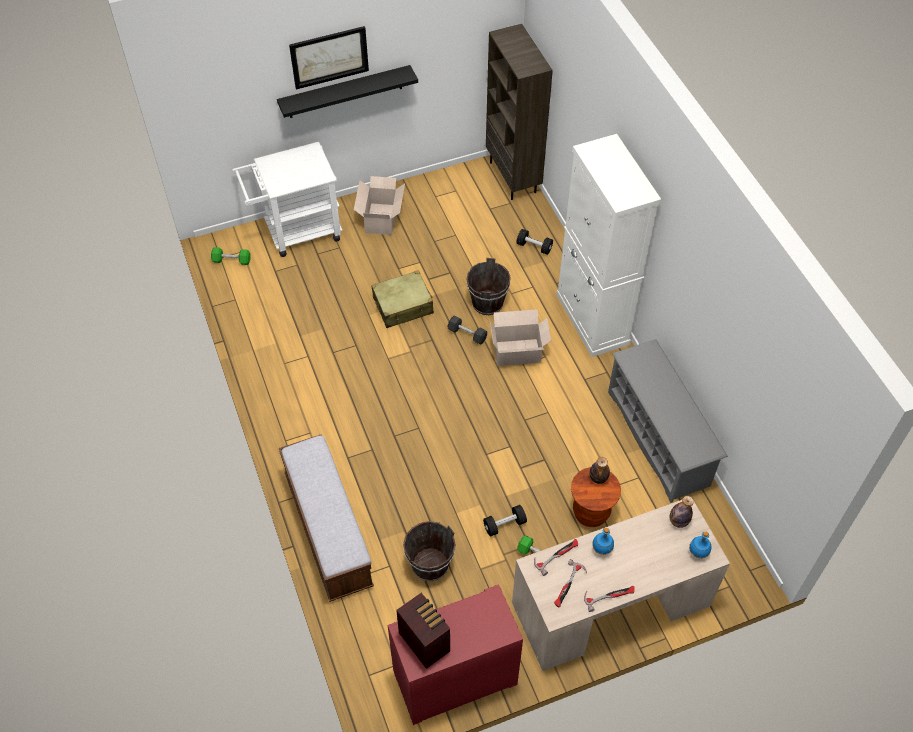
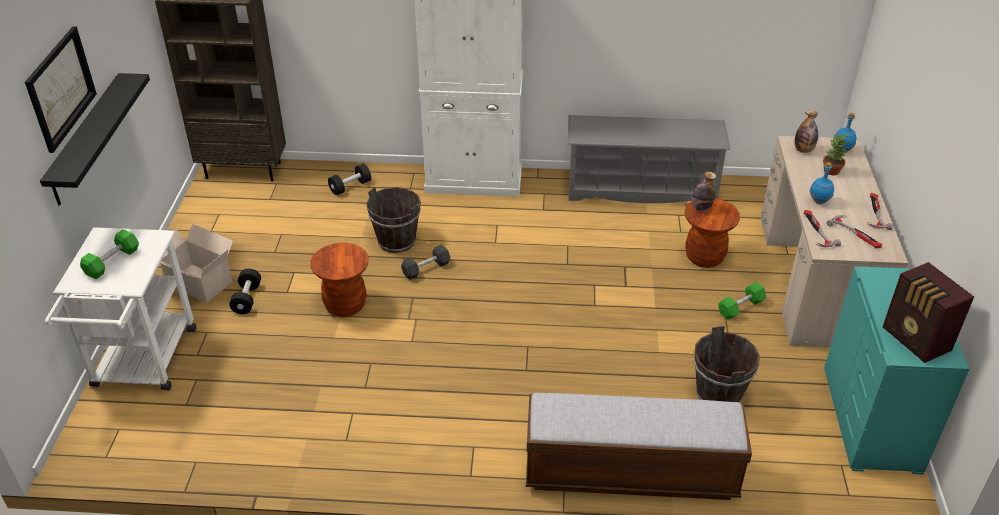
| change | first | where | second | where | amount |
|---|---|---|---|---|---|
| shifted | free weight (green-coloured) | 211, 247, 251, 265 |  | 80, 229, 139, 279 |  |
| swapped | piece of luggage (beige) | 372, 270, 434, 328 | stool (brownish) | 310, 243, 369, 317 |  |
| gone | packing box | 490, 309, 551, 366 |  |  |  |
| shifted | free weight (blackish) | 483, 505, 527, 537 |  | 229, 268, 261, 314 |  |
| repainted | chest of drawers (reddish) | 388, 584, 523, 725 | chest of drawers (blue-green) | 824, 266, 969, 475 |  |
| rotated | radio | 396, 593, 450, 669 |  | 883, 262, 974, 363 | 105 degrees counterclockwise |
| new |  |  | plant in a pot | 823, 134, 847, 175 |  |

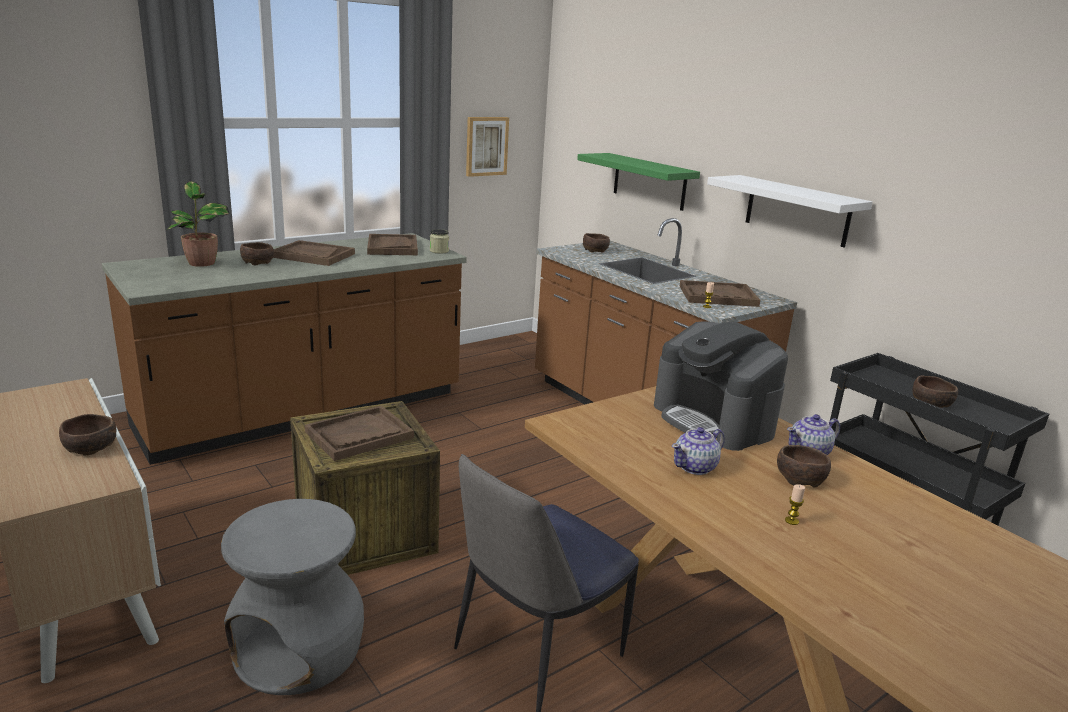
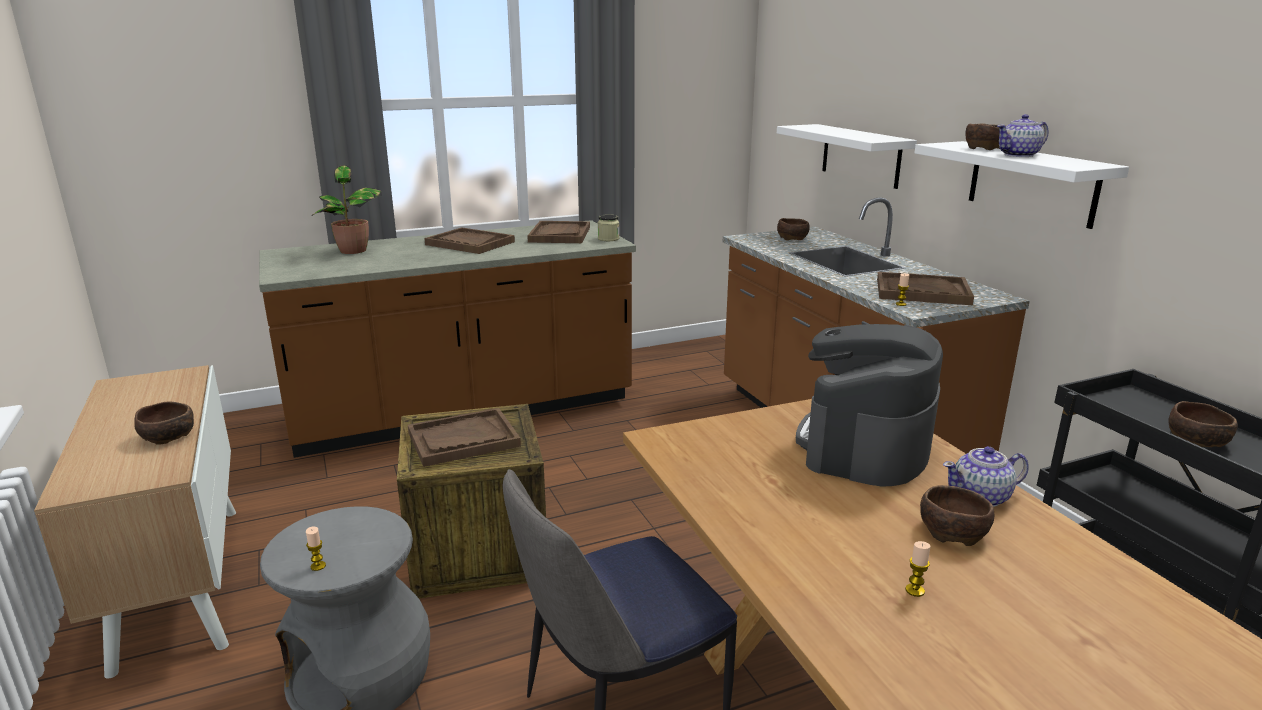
| change | first | where | second | where | amount |
|---|---|---|---|---|---|
| gone | picture | 466, 117, 509, 177 |  |  |  |
| repainted | bracket shelf (green-coloured) | 577, 153, 700, 211 | bracket shelf (white-coloured) | 777, 124, 917, 189 |  |
| shifted | bowl (brownish) | 240, 242, 274, 265 |  | 965, 123, 1006, 150 |  |
| rotated | coffee machine | 654, 321, 788, 451 |  | 796, 324, 943, 486 | 45 degrees clockwise |
| shifted | pot for tea | 672, 427, 725, 475 |  | 997, 114, 1048, 157 |  |
| new |  |  | candle | 306, 527, 326, 571 |  |

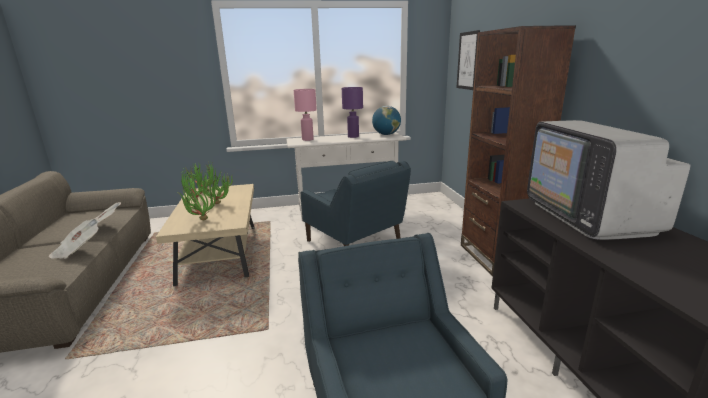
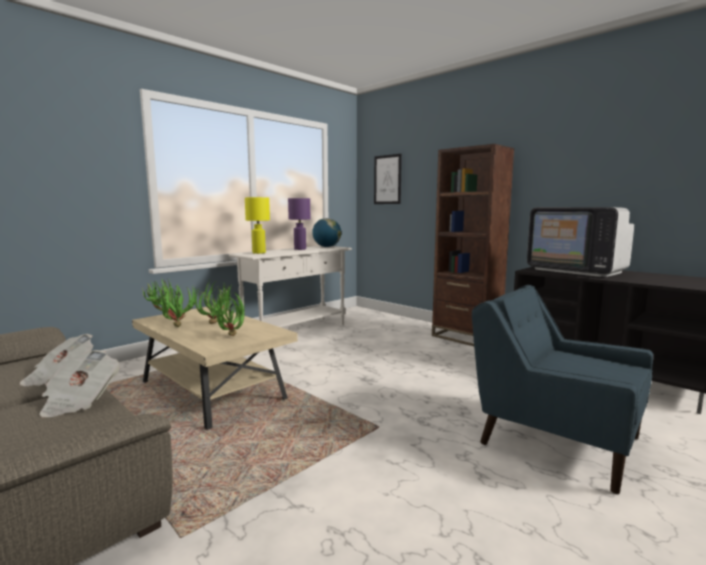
| change | first | where | second | where | amount |
|---|---|---|---|---|---|
| repainted | lamp for a table (pink) | 294, 89, 317, 141 | lamp for a table (yellow) | 245, 197, 270, 254 |  |
| gone | armchair (blue-coloured) | 301, 161, 411, 246 |  |  |  |

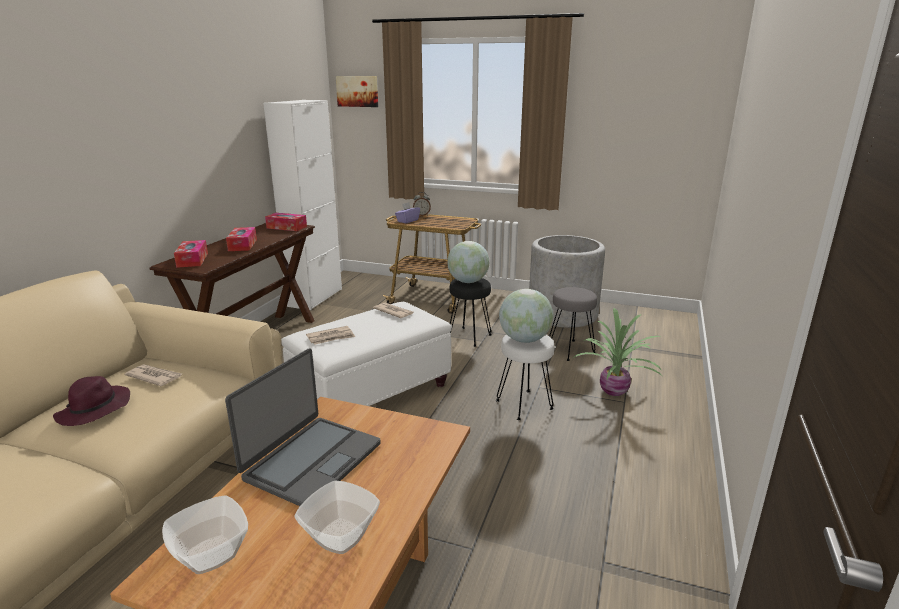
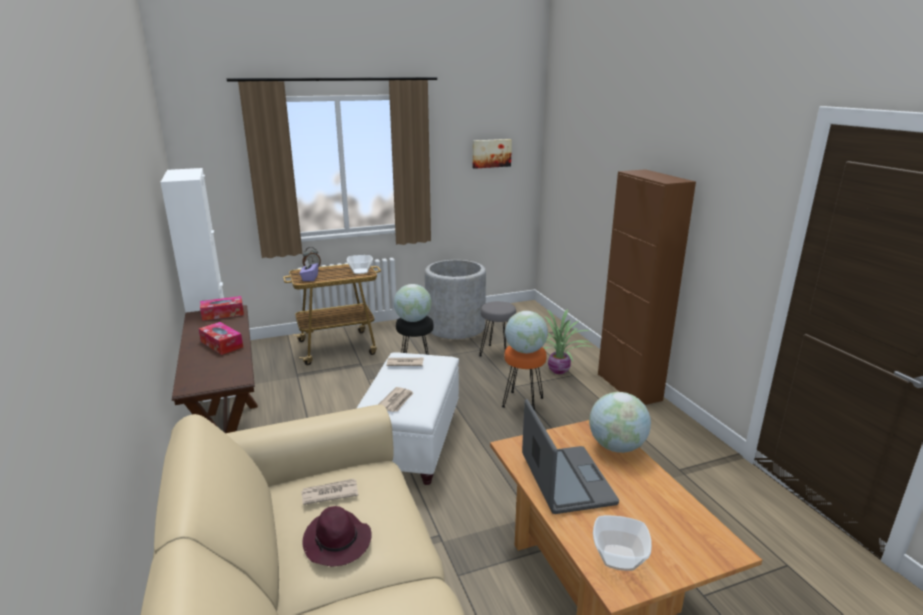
| change | first | where | second | where | amount |
|---|---|---|---|---|---|
| shifted | picture | 336, 76, 378, 107 |  | 472, 139, 512, 169 |  |
| gone | tissue holder | 174, 240, 208, 268 |  |  |  |
| repainted | stool (white-coloured) | 496, 334, 554, 420 | stool (orangey) | 502, 346, 547, 411 |  |
| shifted | bowl | 295, 481, 380, 554 |  | 347, 255, 373, 274 |  |
| new |  |  | storage cabinet (brownish) | 598, 169, 696, 405 |  |
| new |  |  | globe | 589, 392, 651, 453 |  |

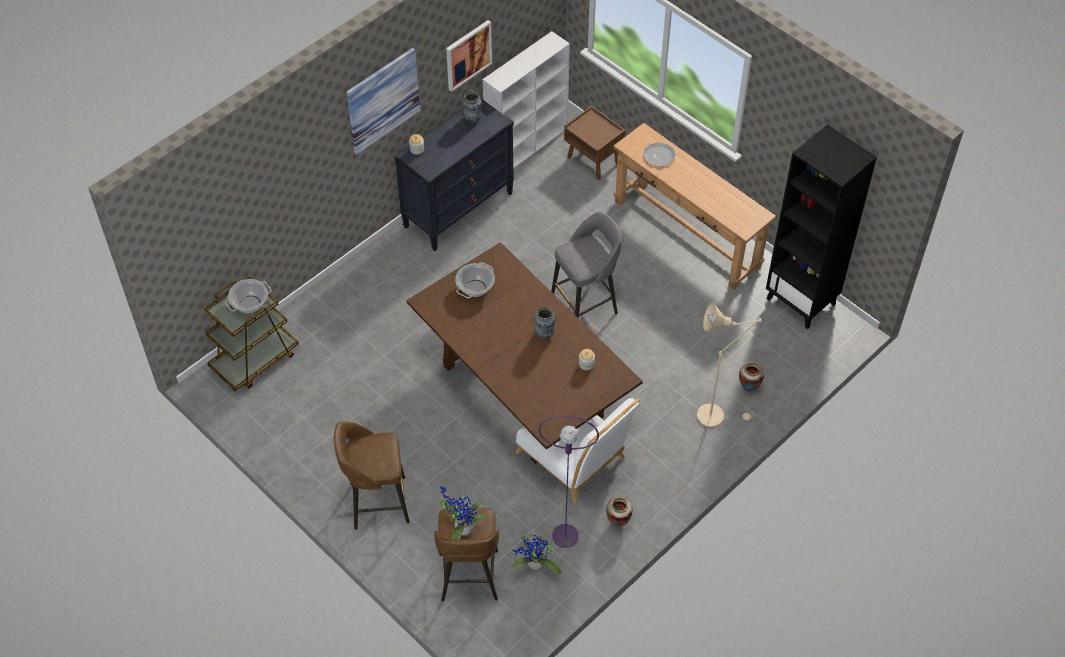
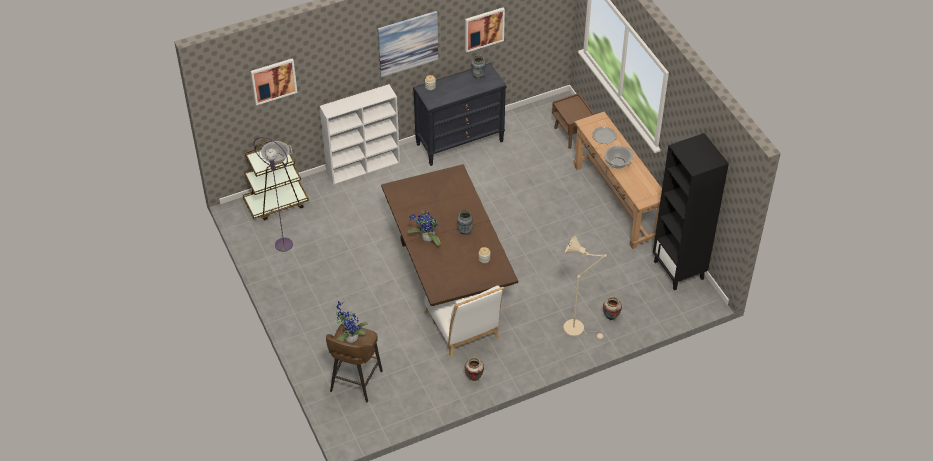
| change | first | where | second | where | amount |
|---|---|---|---|---|---|
| shifted | bookcase (white-coloured) | 483, 31, 570, 169 |  | 320, 84, 400, 185 |  |
| gone | stool (gray) | 551, 212, 622, 318 |  |  |  |
| shifted | saucepot | 455, 262, 495, 298 |  | 603, 145, 634, 169 |  |
| shifted | floor lamp (purple) | 538, 416, 599, 548 |  | 253, 137, 293, 252 |  |
| gone | stool (brownish) | 334, 421, 410, 530 |  |  |  |
| shifted | plant in a pot | 512, 534, 561, 574 |  | 408, 210, 441, 246 |  |
| new |  |  | picture | 251, 58, 297, 105 |  |

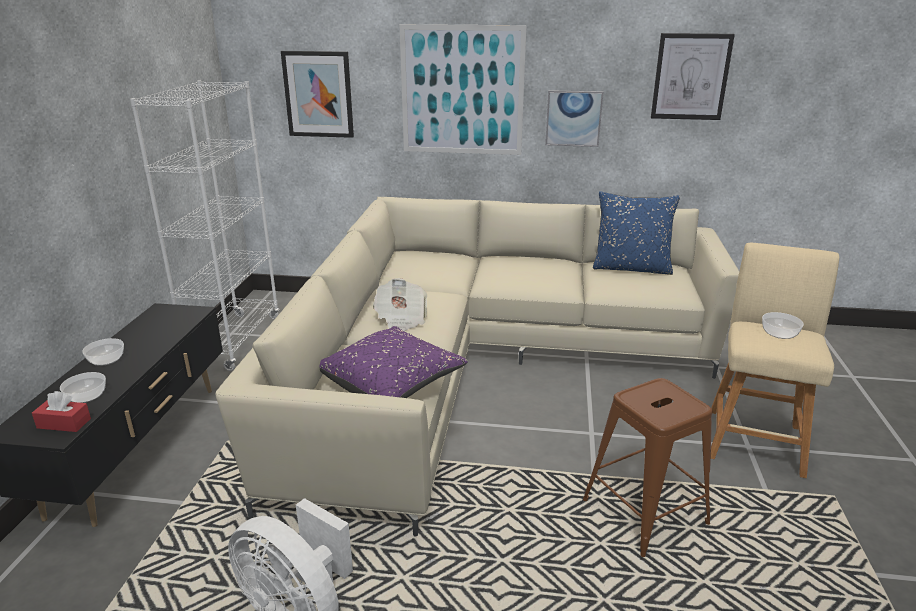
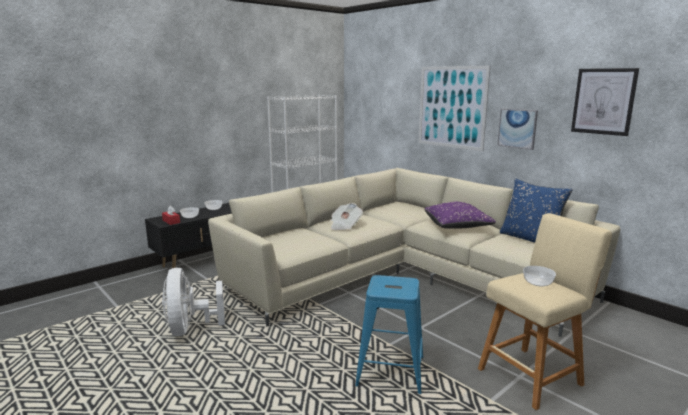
| change | first | where | second | where | amount |
|---|---|---|---|---|---|
| gone | picture | 281, 51, 354, 138 |  |  |  |
| shifted | throw pillow (purple) | 320, 326, 468, 398 |  | 424, 202, 496, 229 |  |
| repainted | stool (brownish) | 583, 378, 712, 557 | stool (blue-coloured) | 355, 275, 424, 394 |  |

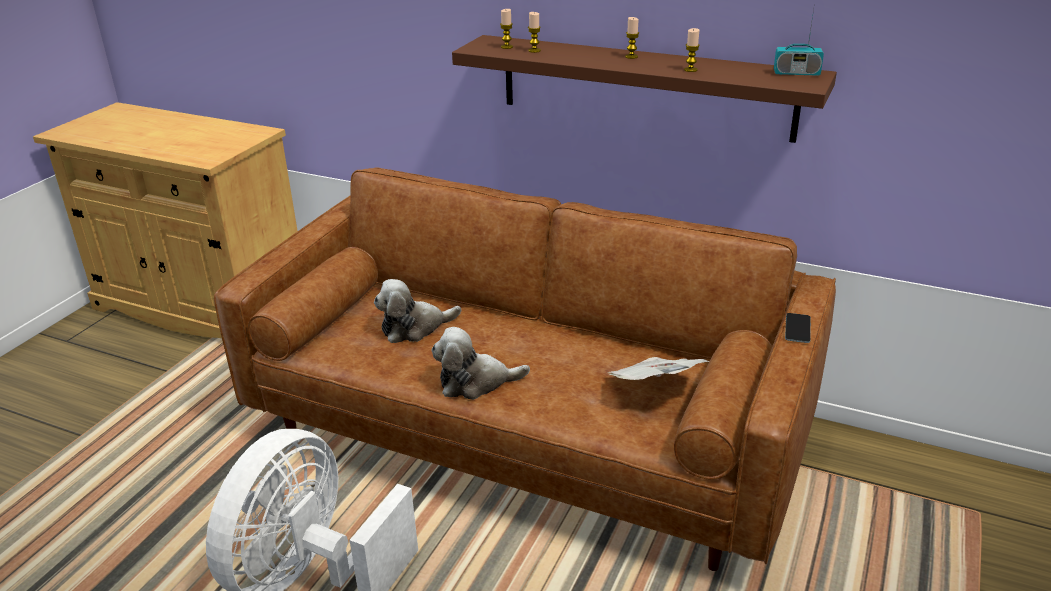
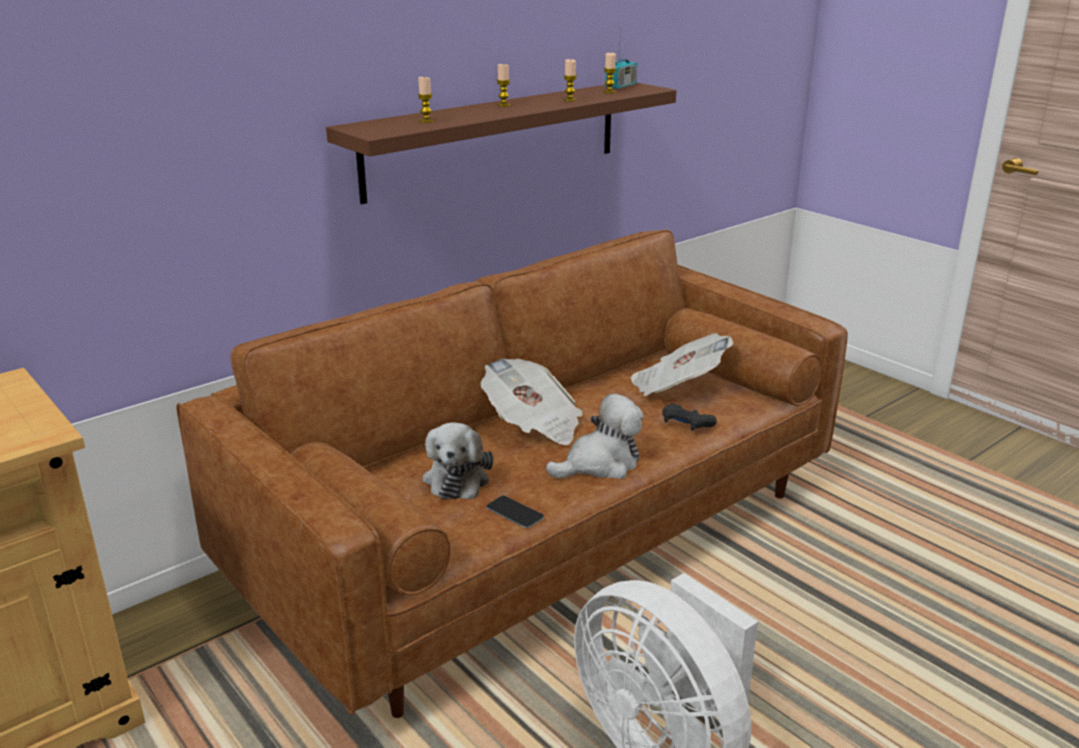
| change | first | where | second | where | amount |
|---|---|---|---|---|---|
| shifted | candle | 500, 9, 513, 49 |  | 603, 53, 616, 93 |  |
| shifted | telephone | 785, 313, 811, 343 |  | 486, 496, 544, 528 |  |
| rotated | cuddly toy | 431, 327, 530, 400 |  | 546, 394, 644, 479 | 135 degrees counterclockwise |
| new |  |  | printed paper | 480, 358, 583, 445 |  |
| new |  |  | game controller (blackish) | 662, 403, 717, 431 |  |

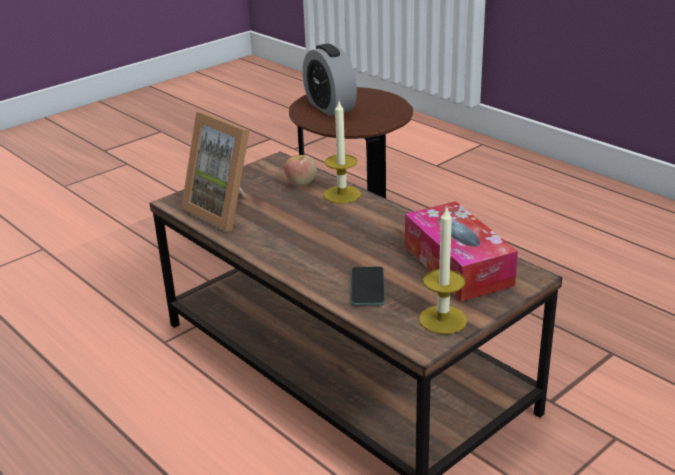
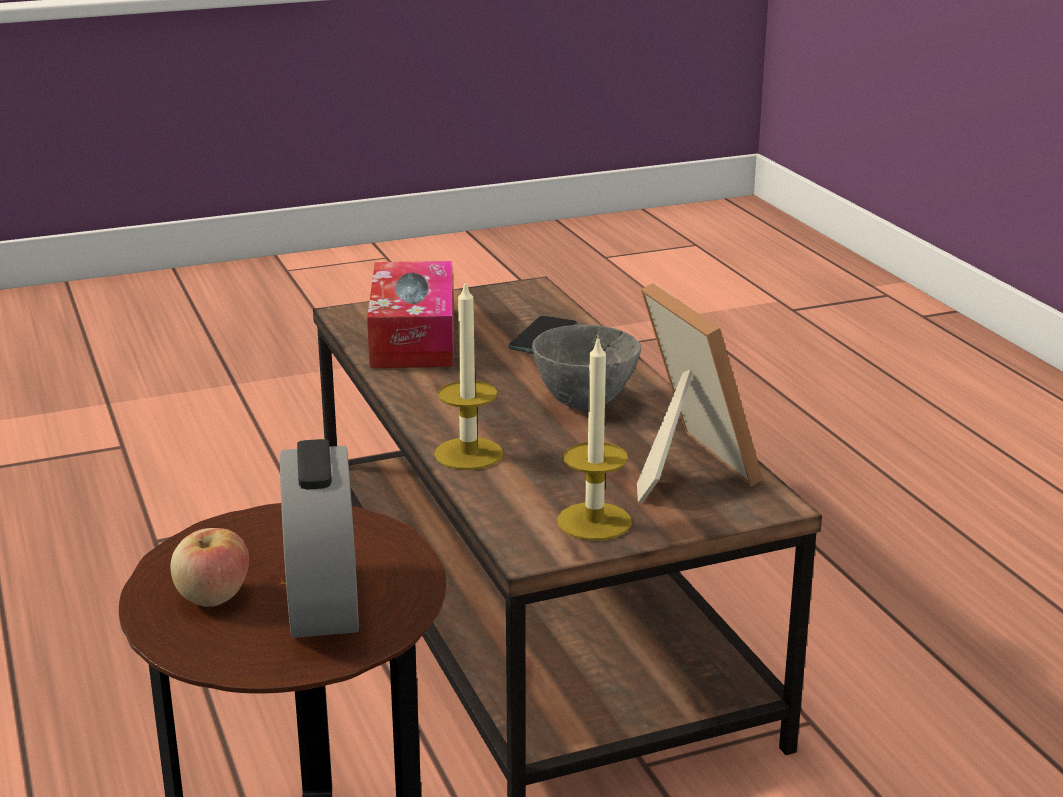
| change | first | where | second | where | amount |
|---|---|---|---|---|---|
| shifted | whole apple | 284, 155, 316, 186 |  | 171, 528, 249, 607 |  |
| shifted | candle | 419, 206, 467, 334 |  | 557, 335, 632, 541 |  |
| new |  |  | bowl (gray) | 532, 325, 641, 410 |  |

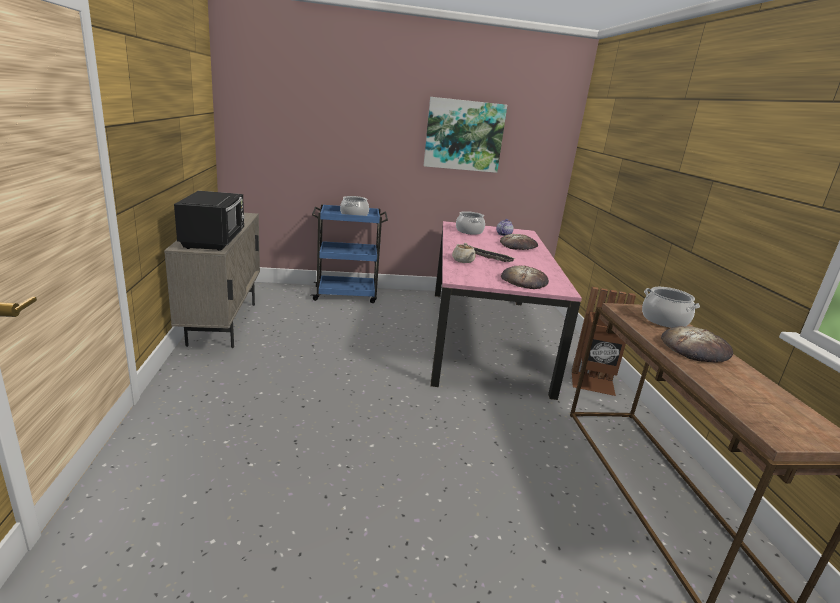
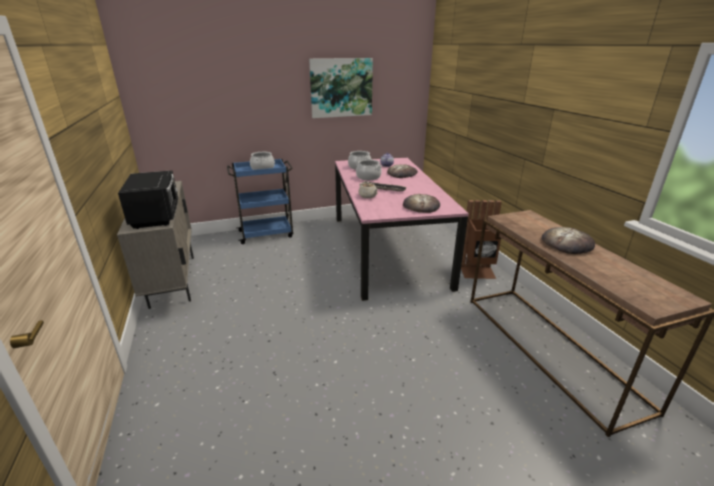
| change | first | where | second | where | amount |
|---|---|---|---|---|---|
| shifted | saucepot | 642, 287, 700, 328 |  | 356, 159, 382, 180 |  |

